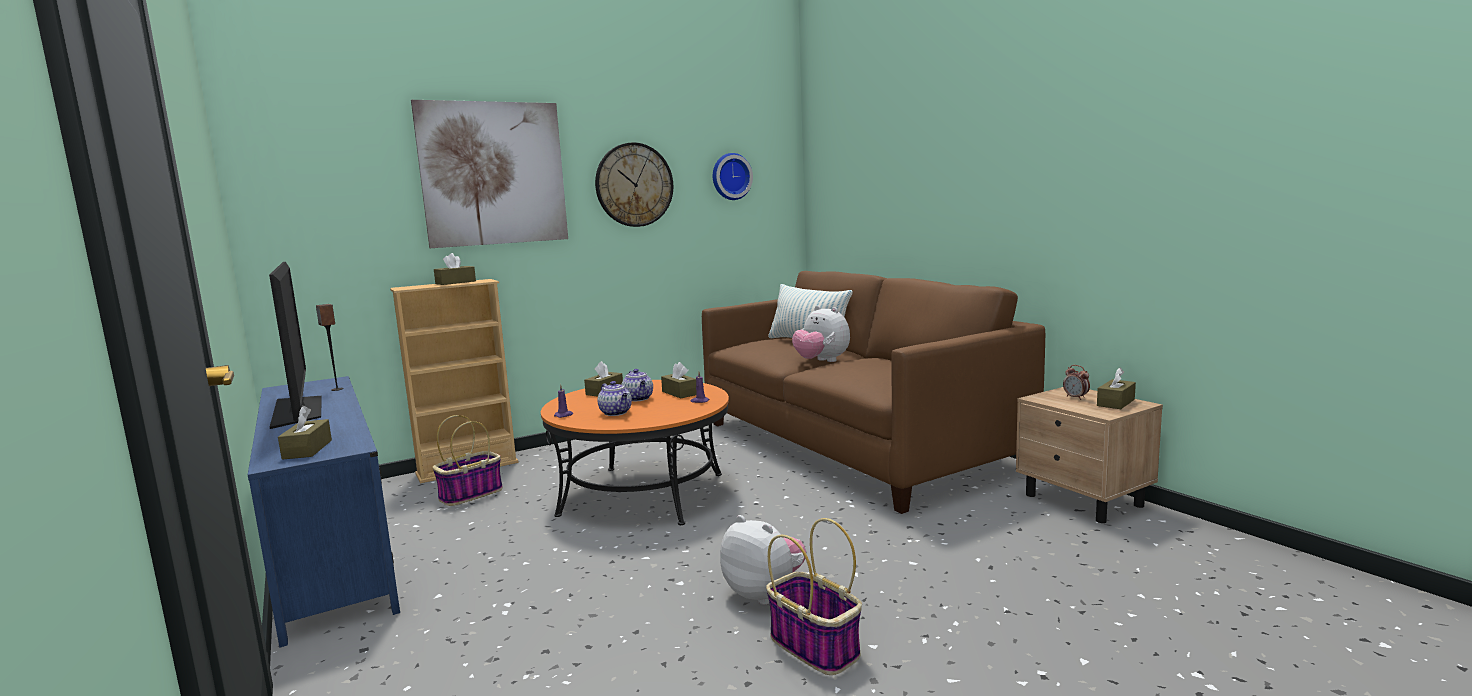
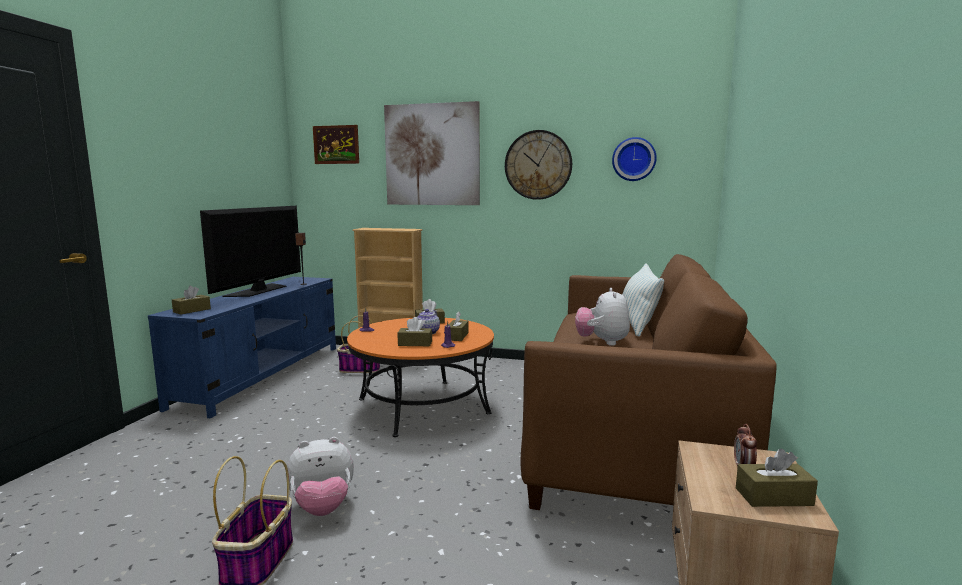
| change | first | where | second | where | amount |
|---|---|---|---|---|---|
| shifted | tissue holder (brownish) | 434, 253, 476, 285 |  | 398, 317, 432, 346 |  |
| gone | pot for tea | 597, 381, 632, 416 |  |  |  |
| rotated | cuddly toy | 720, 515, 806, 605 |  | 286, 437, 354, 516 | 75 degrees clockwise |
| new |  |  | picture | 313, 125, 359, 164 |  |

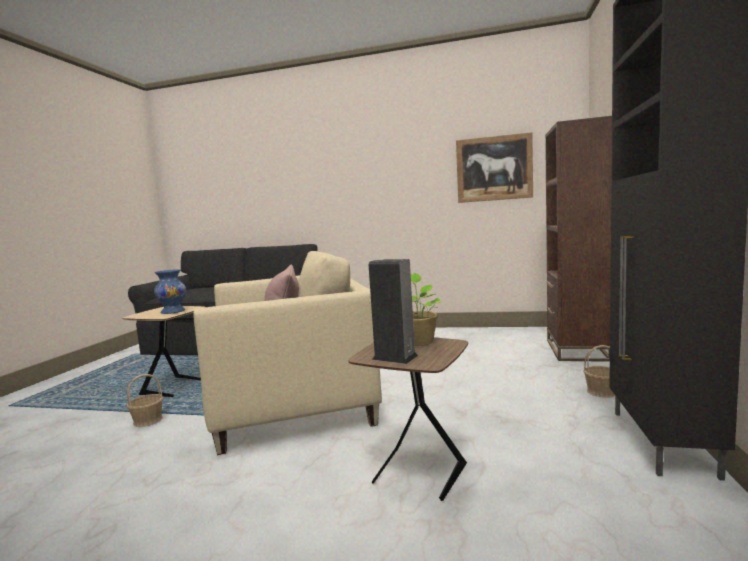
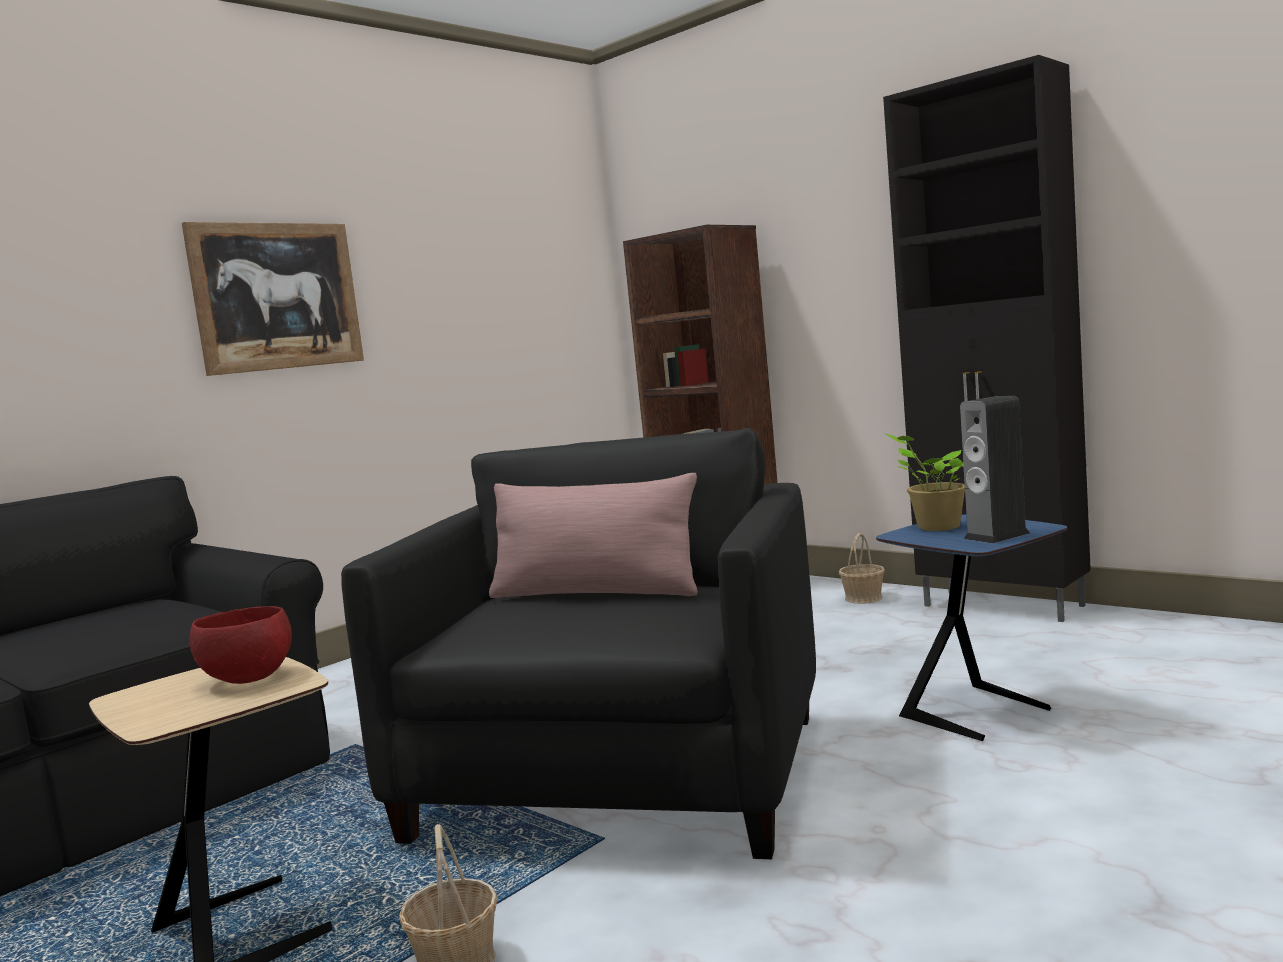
| change | first | where | second | where | amount |
|---|---|---|---|---|---|
| shifted | picture | 456, 132, 533, 203 |  | 182, 222, 364, 376 |  |
| repainted | armchair (beige) | 193, 251, 382, 455 | armchair (blackish) | 341, 428, 816, 859 |  |
| swapped | decorative vase (blue-coloured) | 154, 269, 186, 314 | bowl (reddish) | 190, 606, 292, 684 |  |
| repainted | side table (brownish) | 349, 337, 468, 501 | side table (blue-coloured) | 876, 514, 1067, 741 |  |

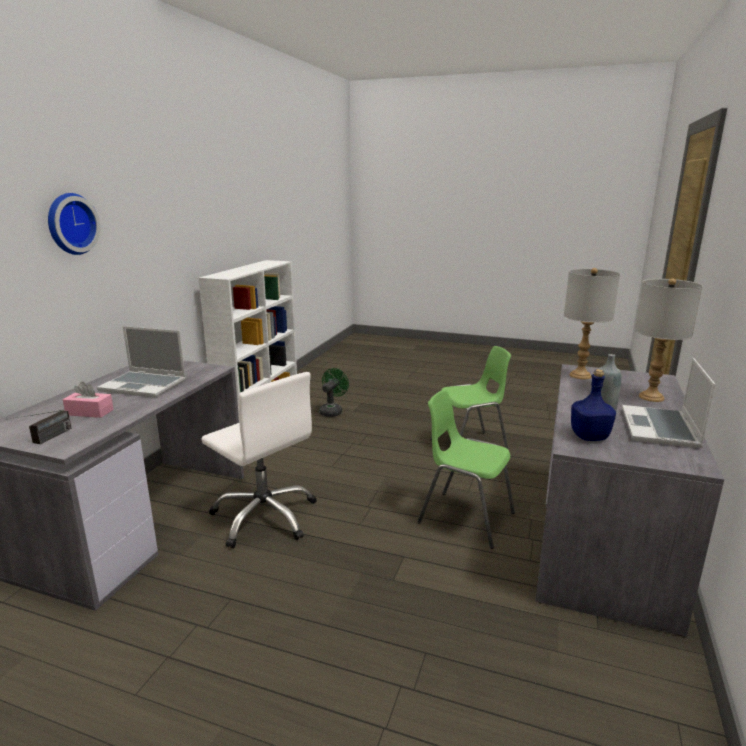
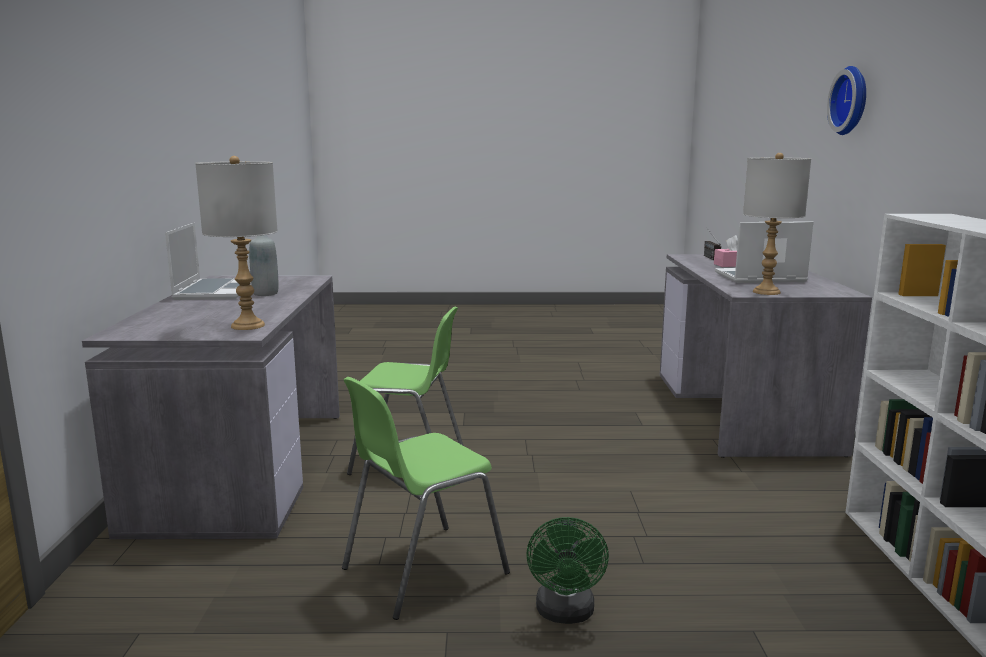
| change | first | where | second | where | amount |
|---|---|---|---|---|---|
| shifted | lamp for a table (gray) | 635, 278, 703, 402 |  | 743, 153, 811, 295 |  |
| shifted | cooling fan (green-coloured) | 319, 368, 349, 417 |  | 526, 517, 609, 624 |  |
| gone | bottle (blue-coloured) | 571, 369, 616, 441 |  |  |  |
| gone | desk chair (white-coloured) | 201, 372, 317, 548 |  |  |  |

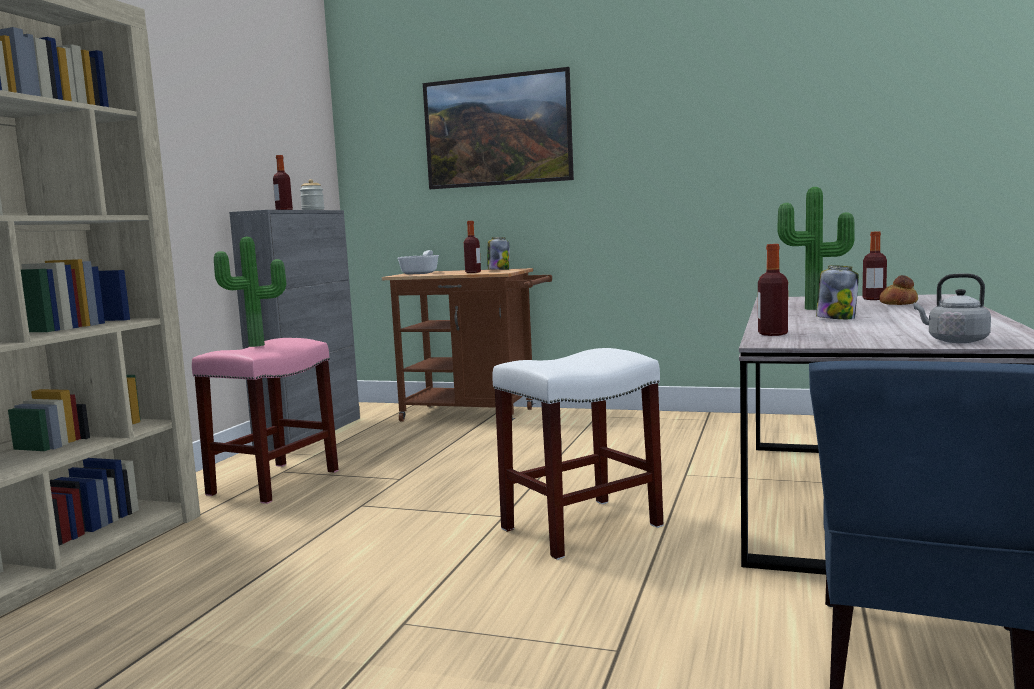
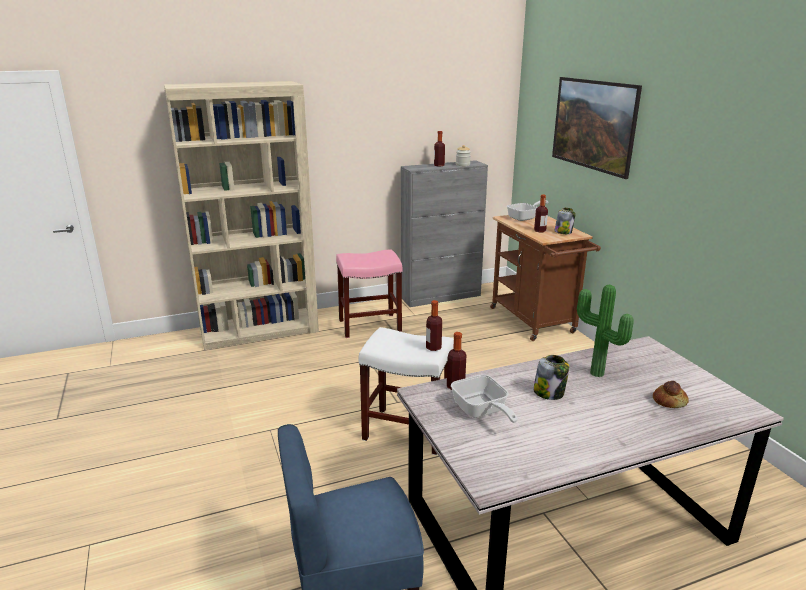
| change | first | where | second | where | amount |
|---|---|---|---|---|---|
| shifted | bottle | 862, 231, 887, 300 |  | 426, 300, 442, 351 |  |
| gone | plant in a pot | 214, 237, 286, 347 |  |  |  |
| gone | tea kettle (gray) | 914, 273, 991, 343 |  |  |  |
| new |  |  | frying pan | 451, 375, 518, 423 |  |

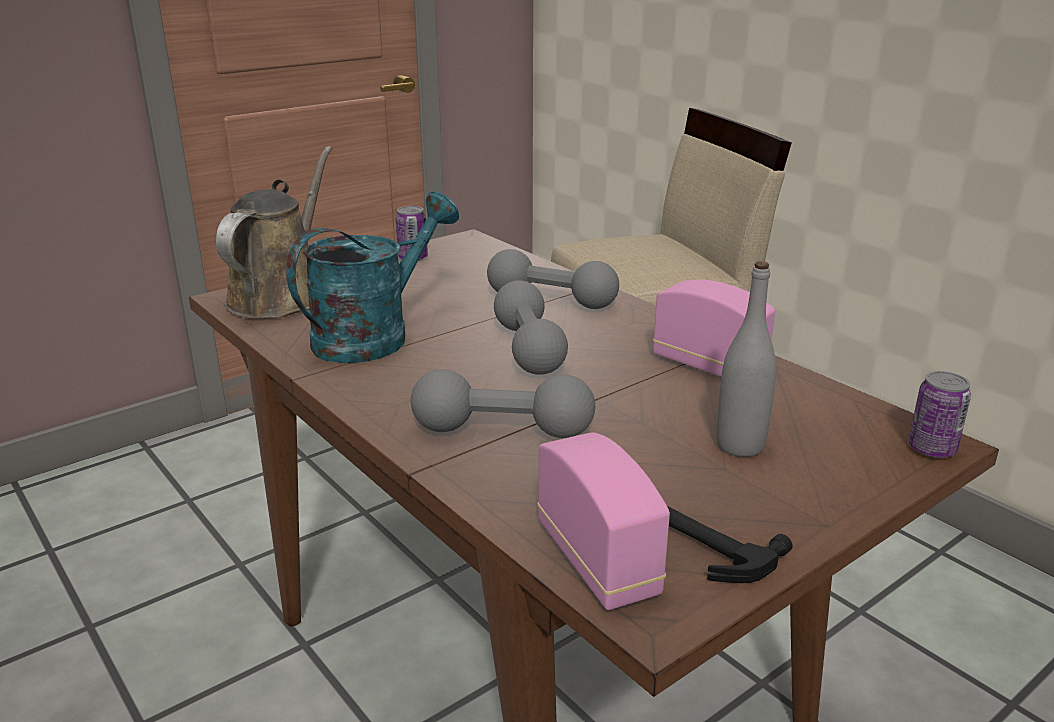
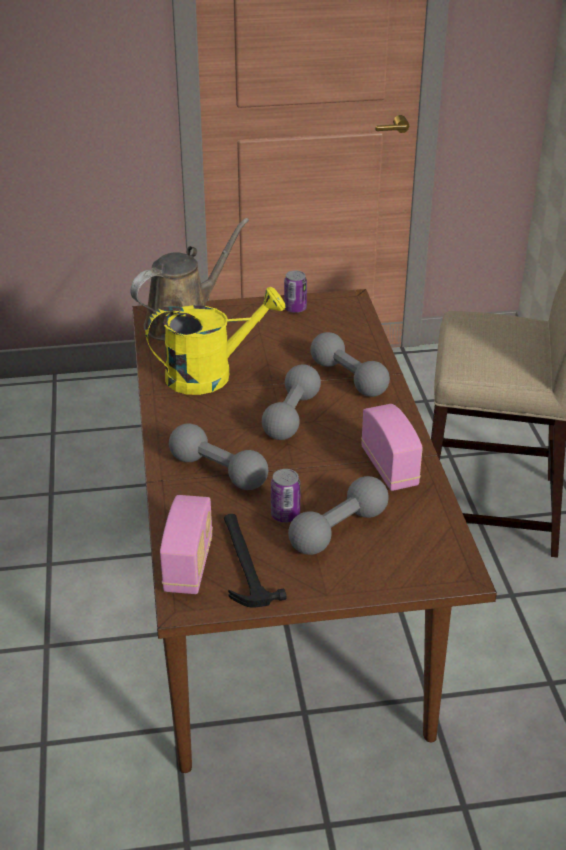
| change | first | where | second | where | amount |
|---|---|---|---|---|---|
| repainted | sprinkling can (blue-green) | 286, 191, 459, 363 | sprinkling can (yellow) | 145, 287, 285, 395 |  |
| swapped | bottle (gray) | 716, 261, 776, 457 | free weight (gray) | 288, 476, 389, 555 |  |
| shifted | sealed can | 908, 371, 971, 458 |  | 271, 469, 301, 523 |  |

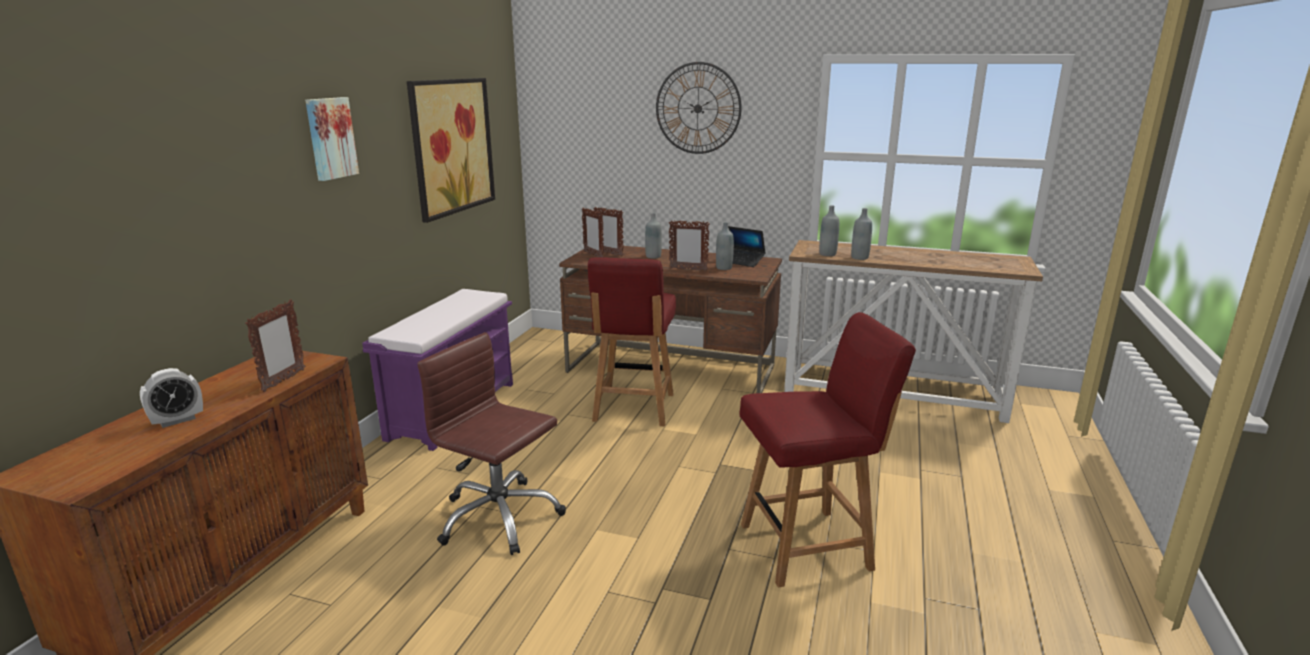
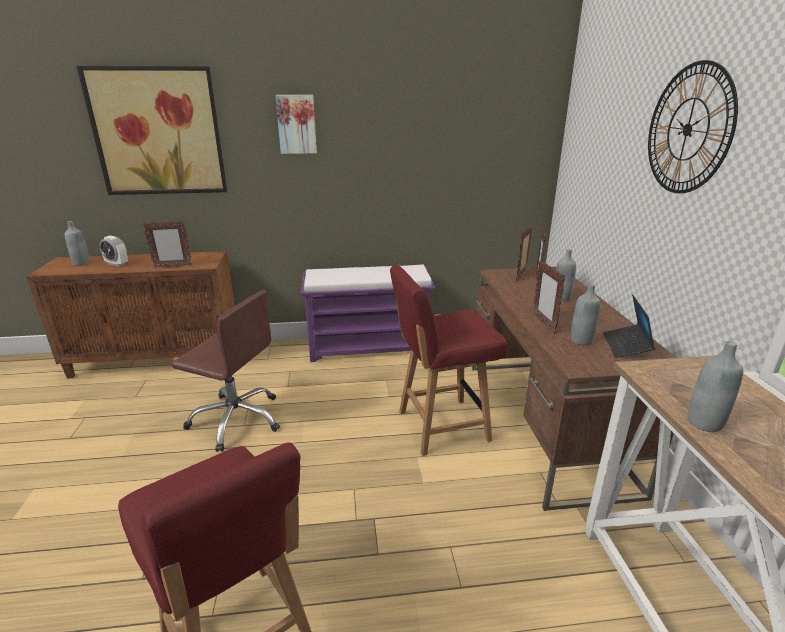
| change | first | where | second | where | amount |
|---|---|---|---|---|---|
| shifted | picture | 407, 78, 495, 223 |  | 77, 66, 227, 195 |  |
| shifted | bottle (gray) | 819, 205, 839, 256 |  | 65, 221, 90, 266 |  |
| rotated | desk chair (brownish) | 417, 332, 566, 555 |  | 172, 290, 280, 452 | 105 degrees clockwise |

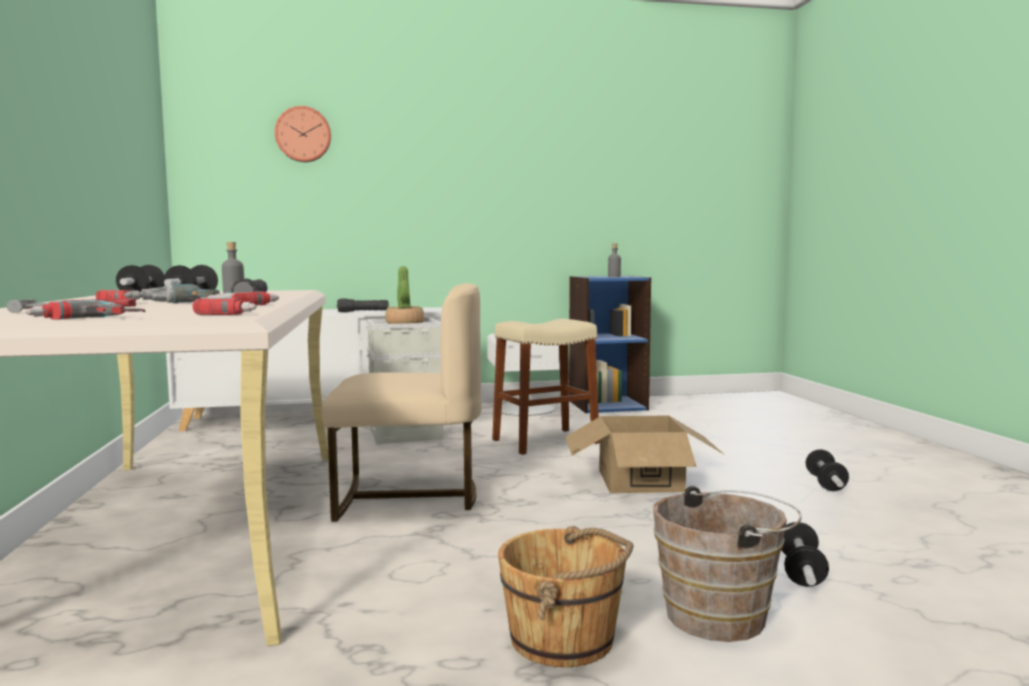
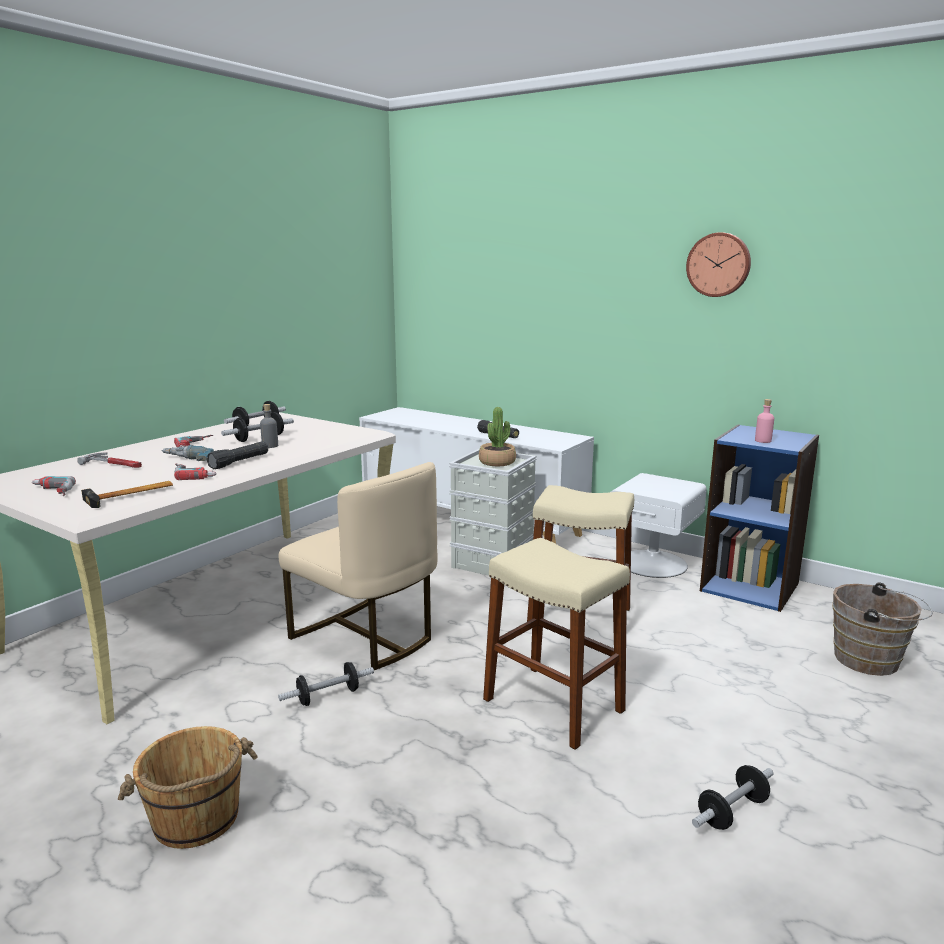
| change | first | where | second | where | amount |
|---|---|---|---|---|---|
| shifted | hanging clock | 275, 106, 331, 162 |  | 686, 232, 751, 297 |  |
| repainted | bottle (gray) | 608, 243, 621, 277 | bottle (pink) | 755, 399, 774, 443 |  |
| swapped | power drill | 192, 298, 257, 315 | tool hammer | 81, 481, 173, 508 |  |
| swapped | packing box | 565, 416, 725, 493 | stool (beige) | 483, 538, 630, 750 |  |
| shifted | pail (brownish) | 653, 486, 802, 642 |  | 832, 583, 933, 676 |  |
| shifted | free weight | 781, 522, 829, 587 |  | 278, 662, 374, 706 |  |

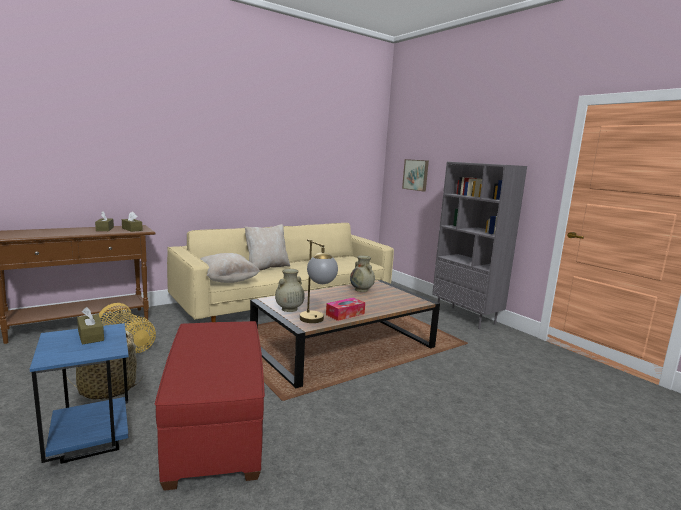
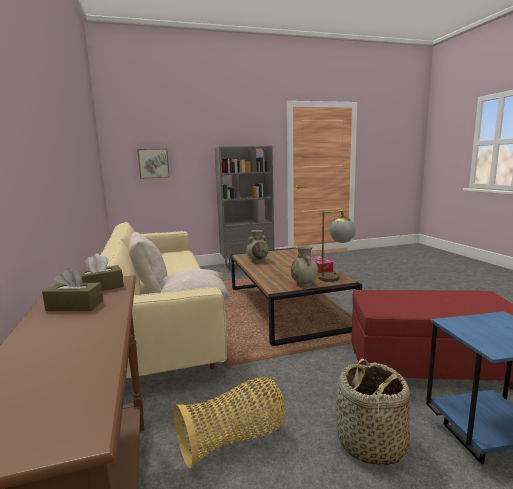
| change | first | where | second | where | amount |
|---|---|---|---|---|---|
| gone | tissue holder (brownish) | 77, 307, 104, 345 |  |  |  |

